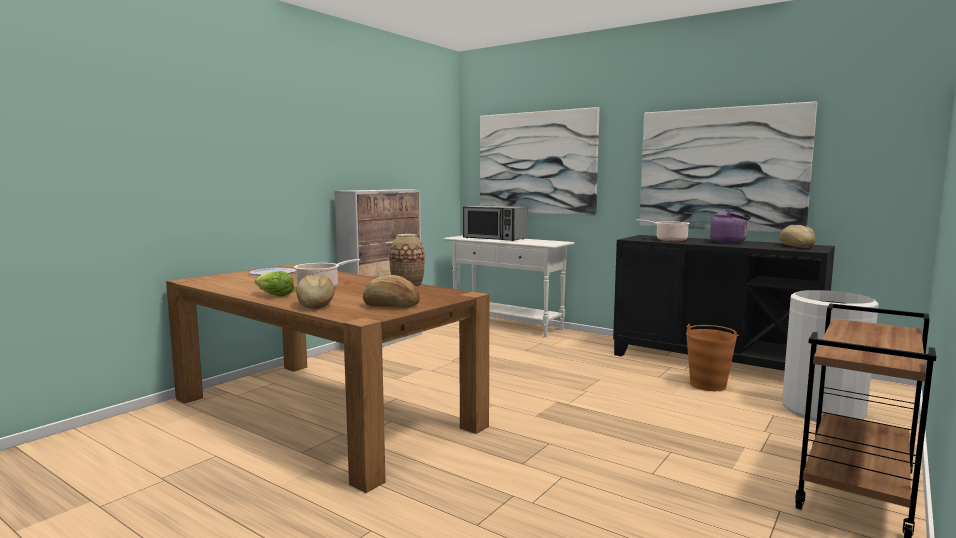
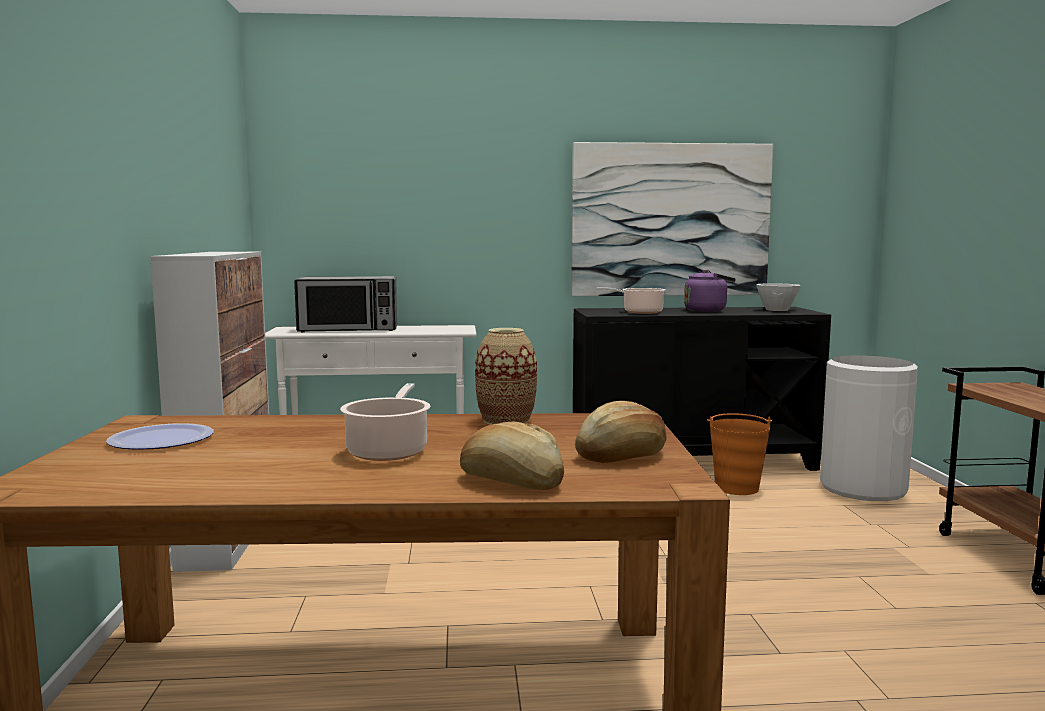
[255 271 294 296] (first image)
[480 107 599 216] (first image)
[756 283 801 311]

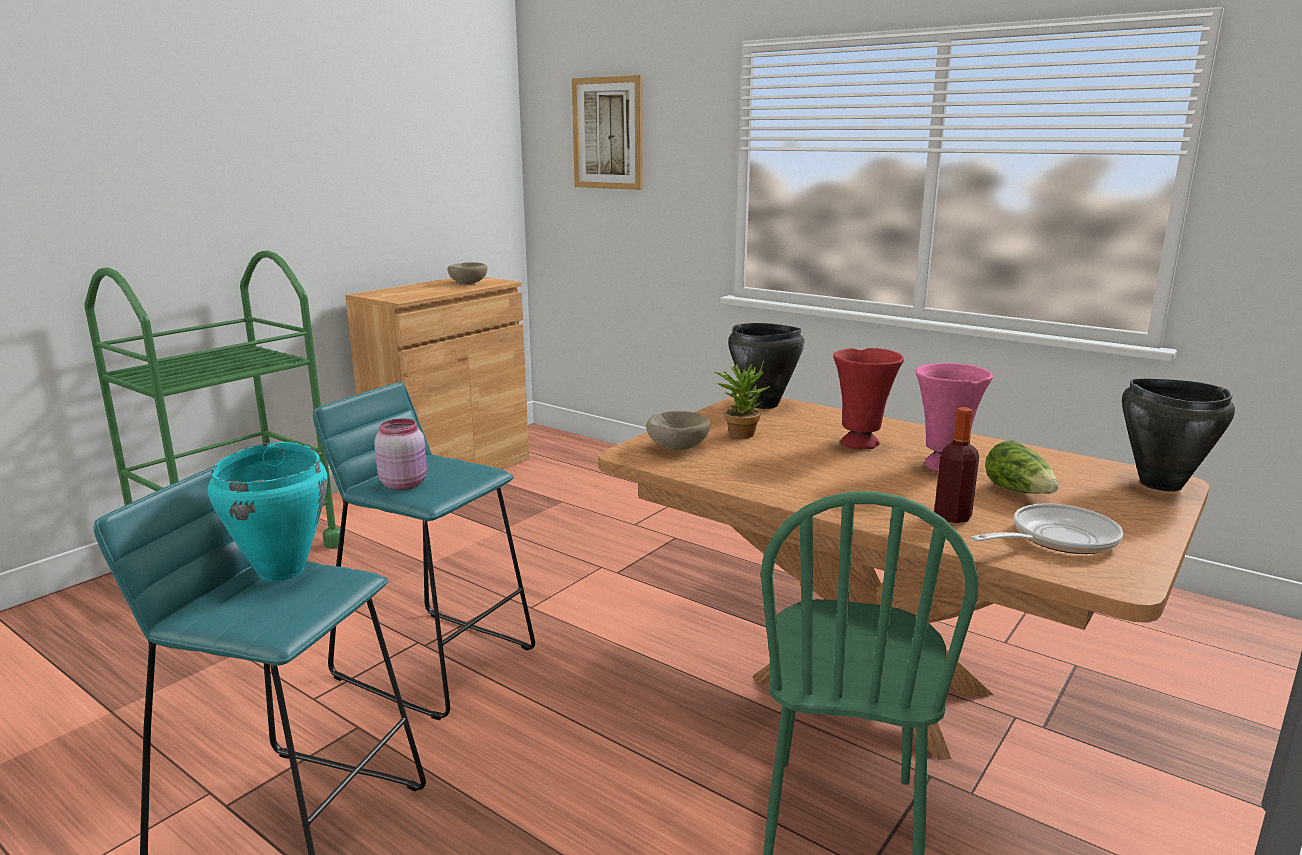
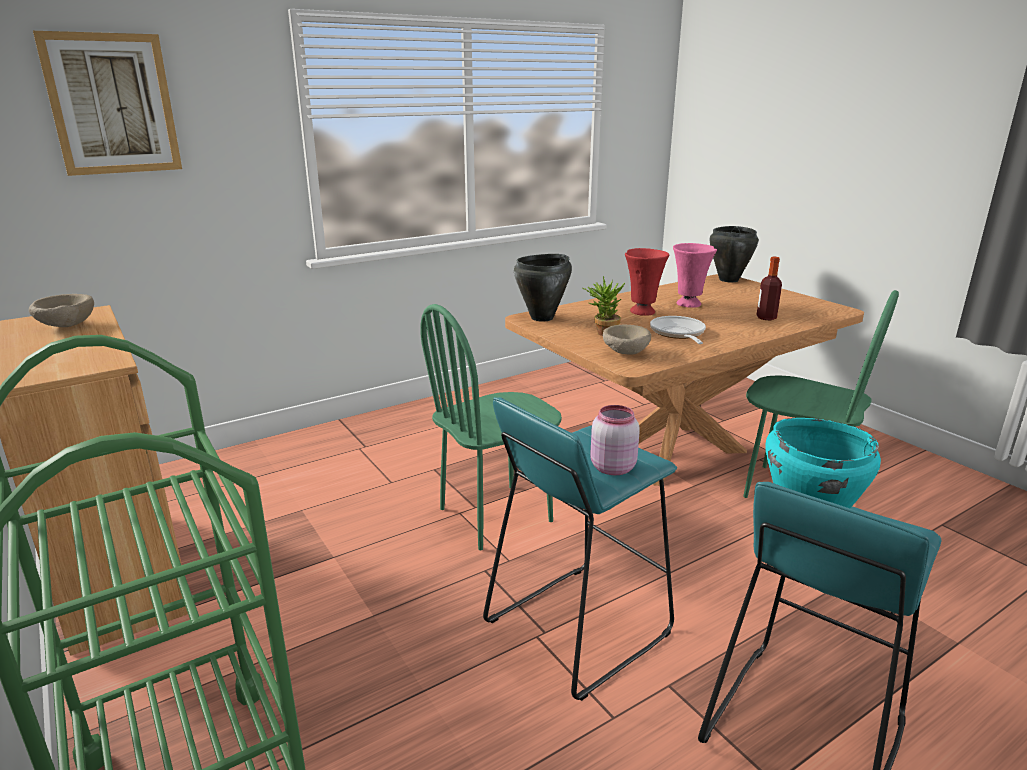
[985 440 1059 494] (first image)
[420 304 562 550]
[650 316 706 344]

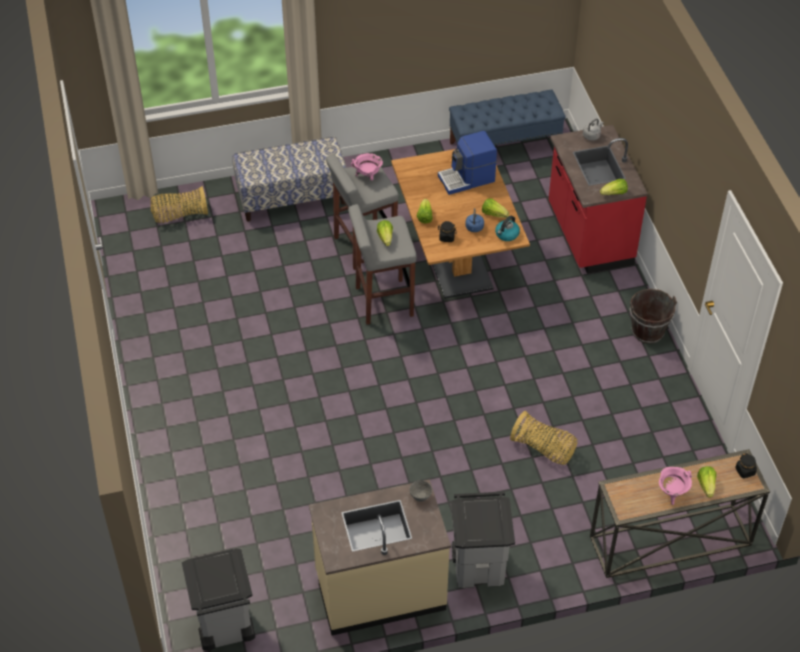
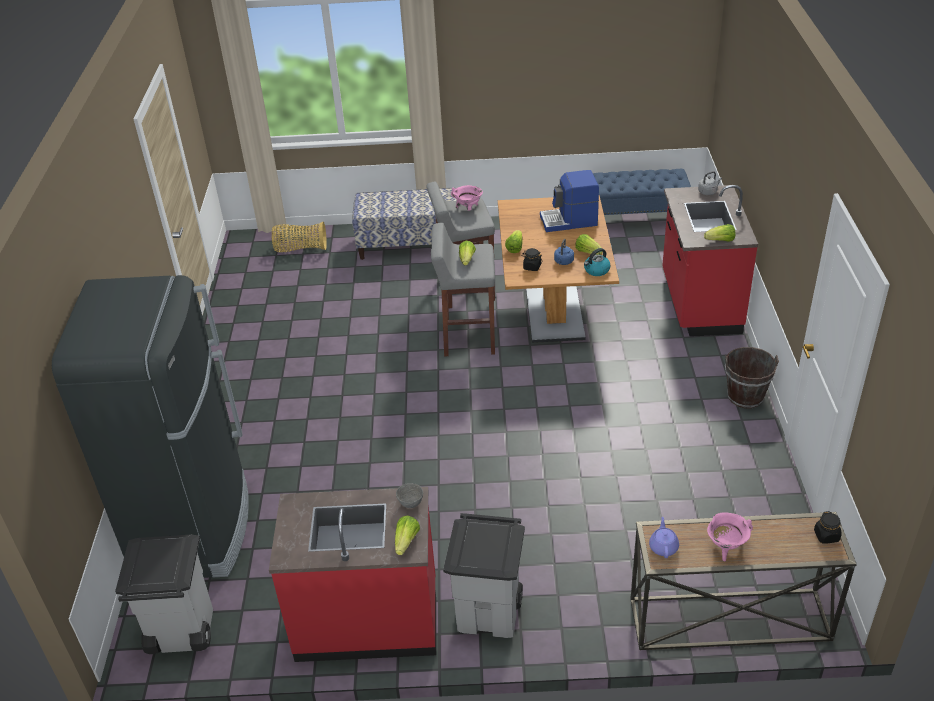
[510 411 578 465] (first image)
[52 275 249 578]
[649 517 679 558]
[395 516 420 555]
[269 487 436 662]

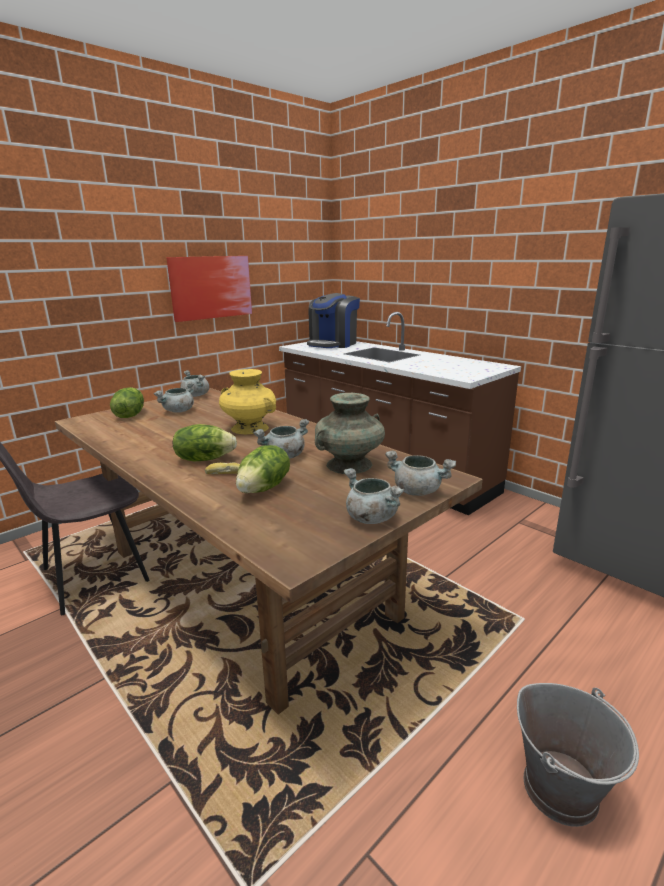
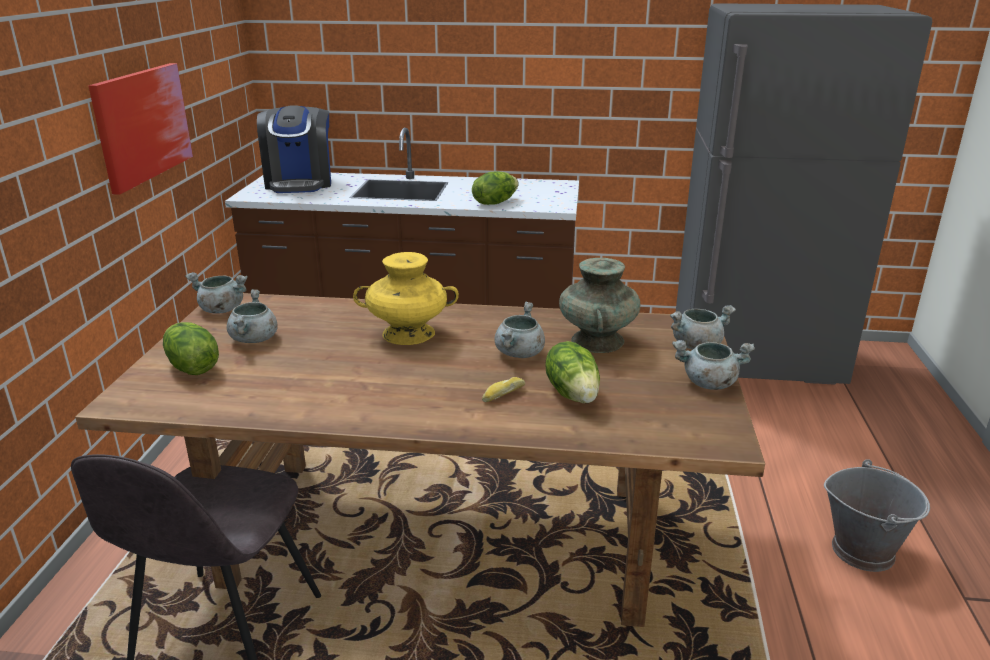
[472 171 519 205]

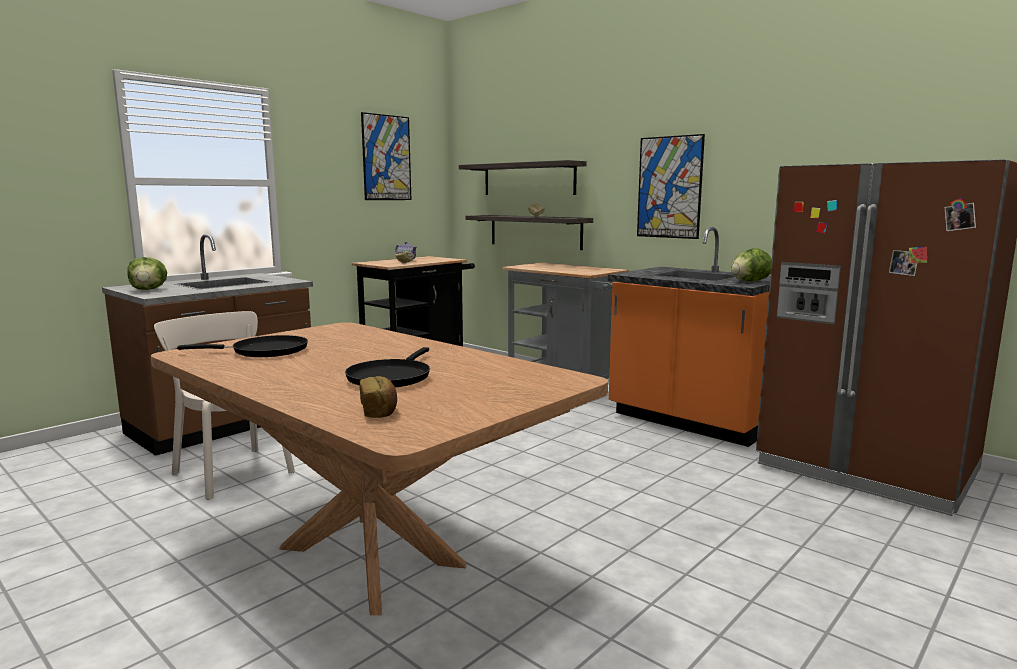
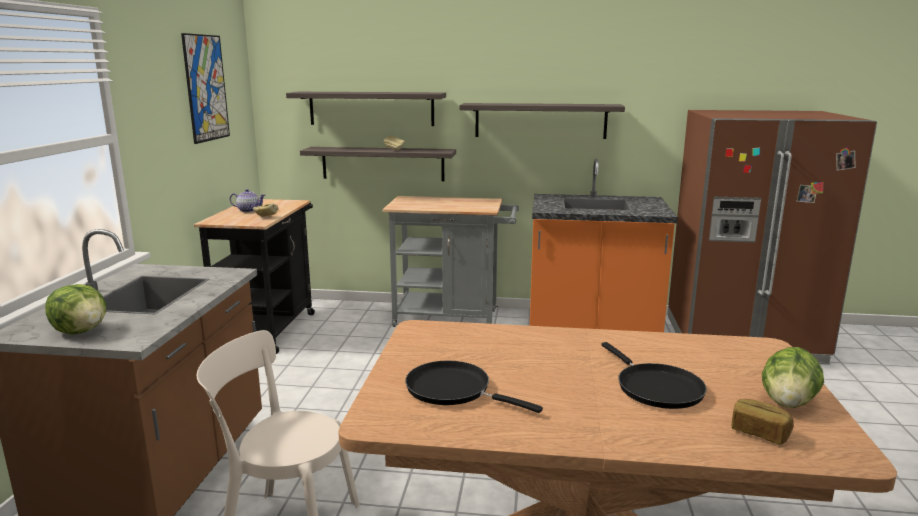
[762 347 824 408]
[459 103 625 139]
[405 361 543 413]

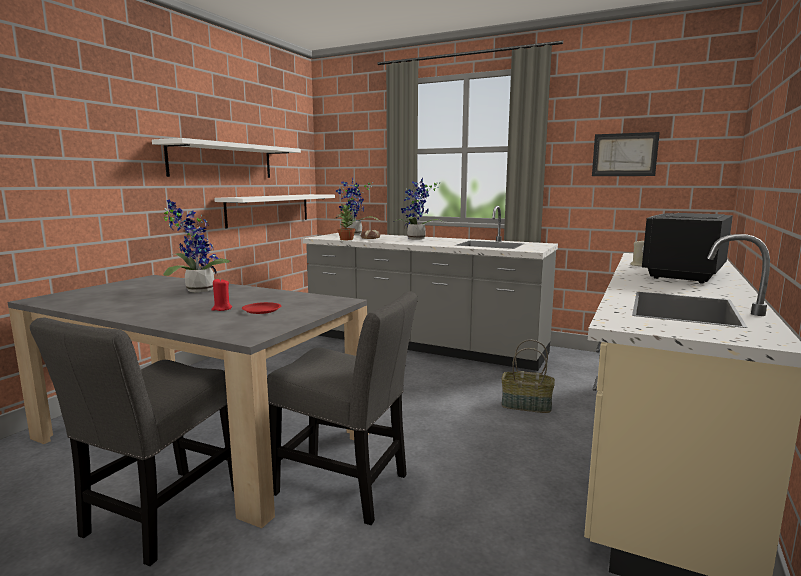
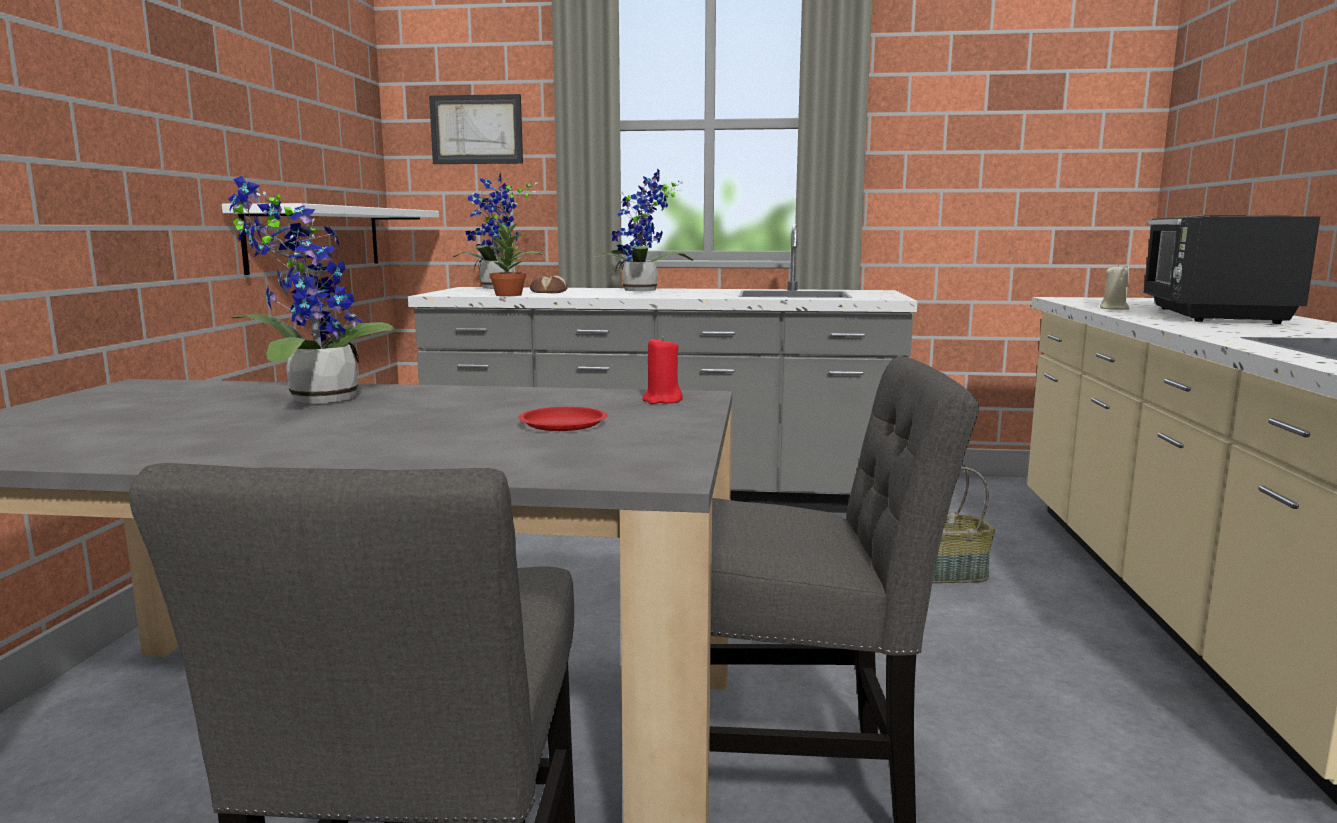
[152 138 301 178] (first image)
[642 336 683 404]
[429 94 523 164]

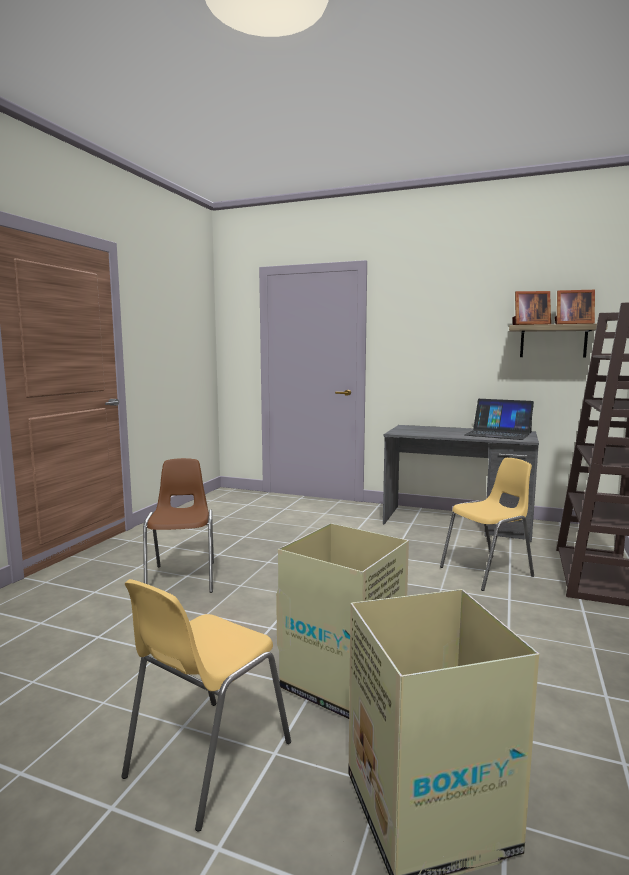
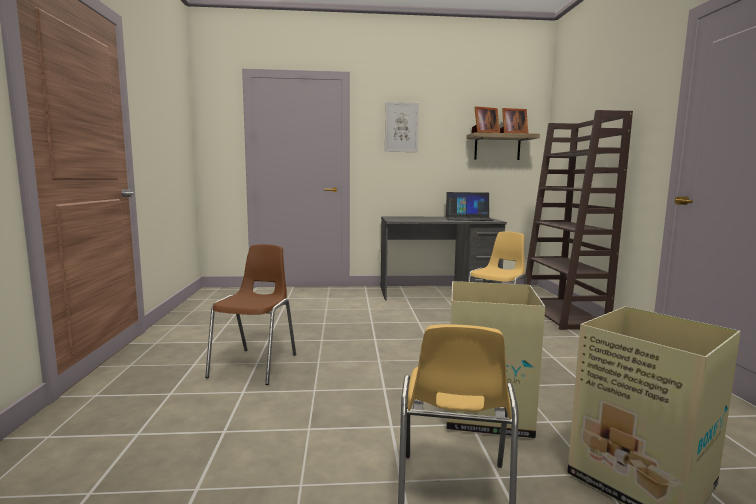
[385 102 419 152]
[205 244 296 385]

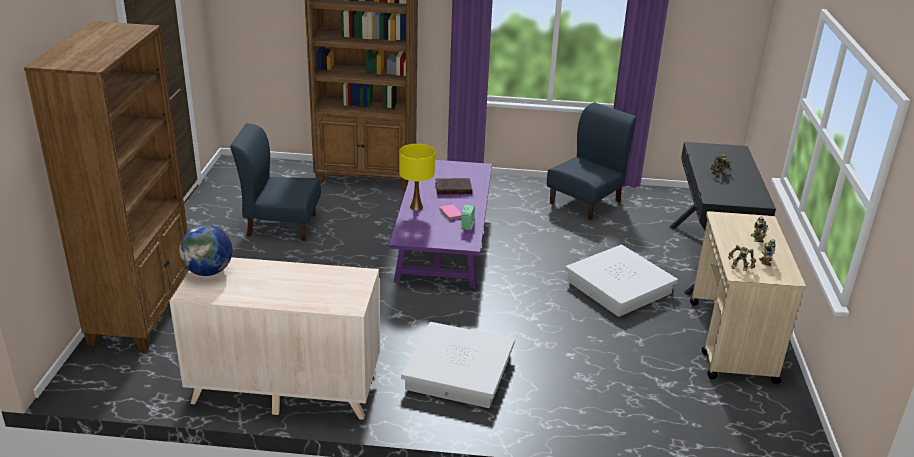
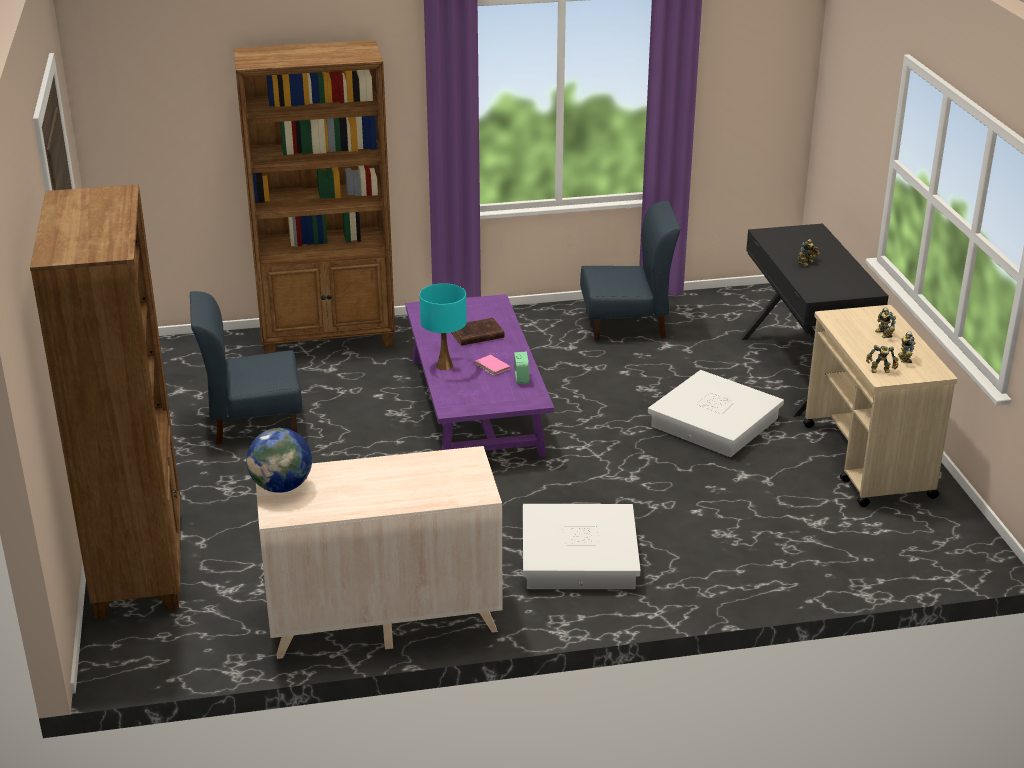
[420 283 467 370]
[580 201 681 340]

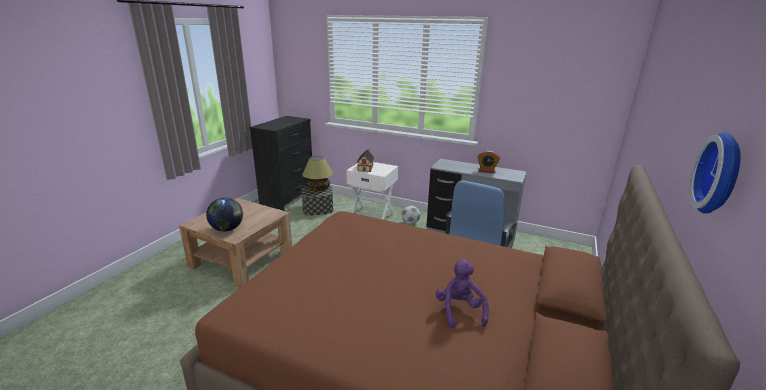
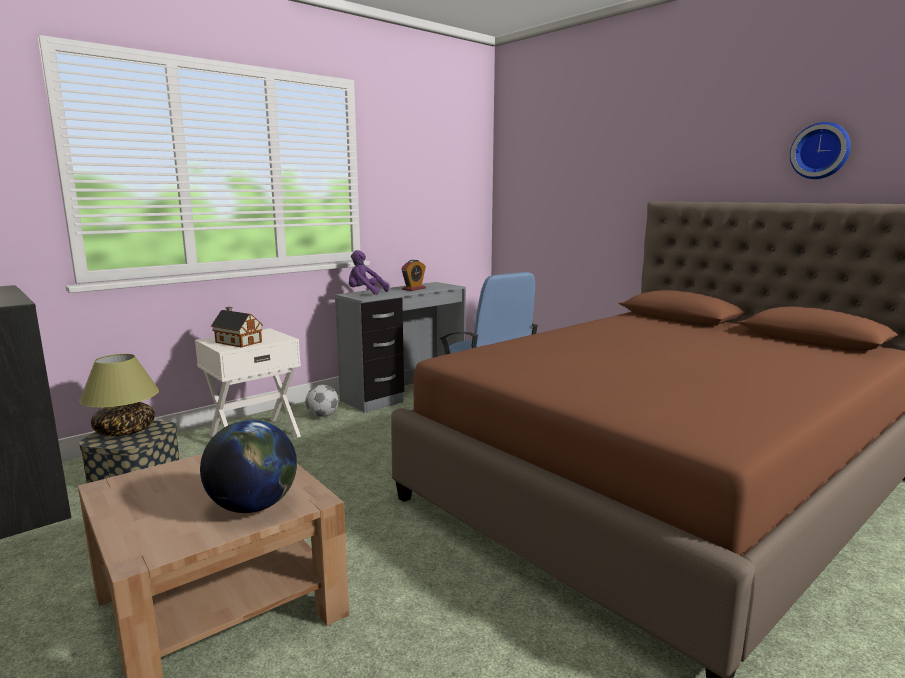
[349 250 389 294]

